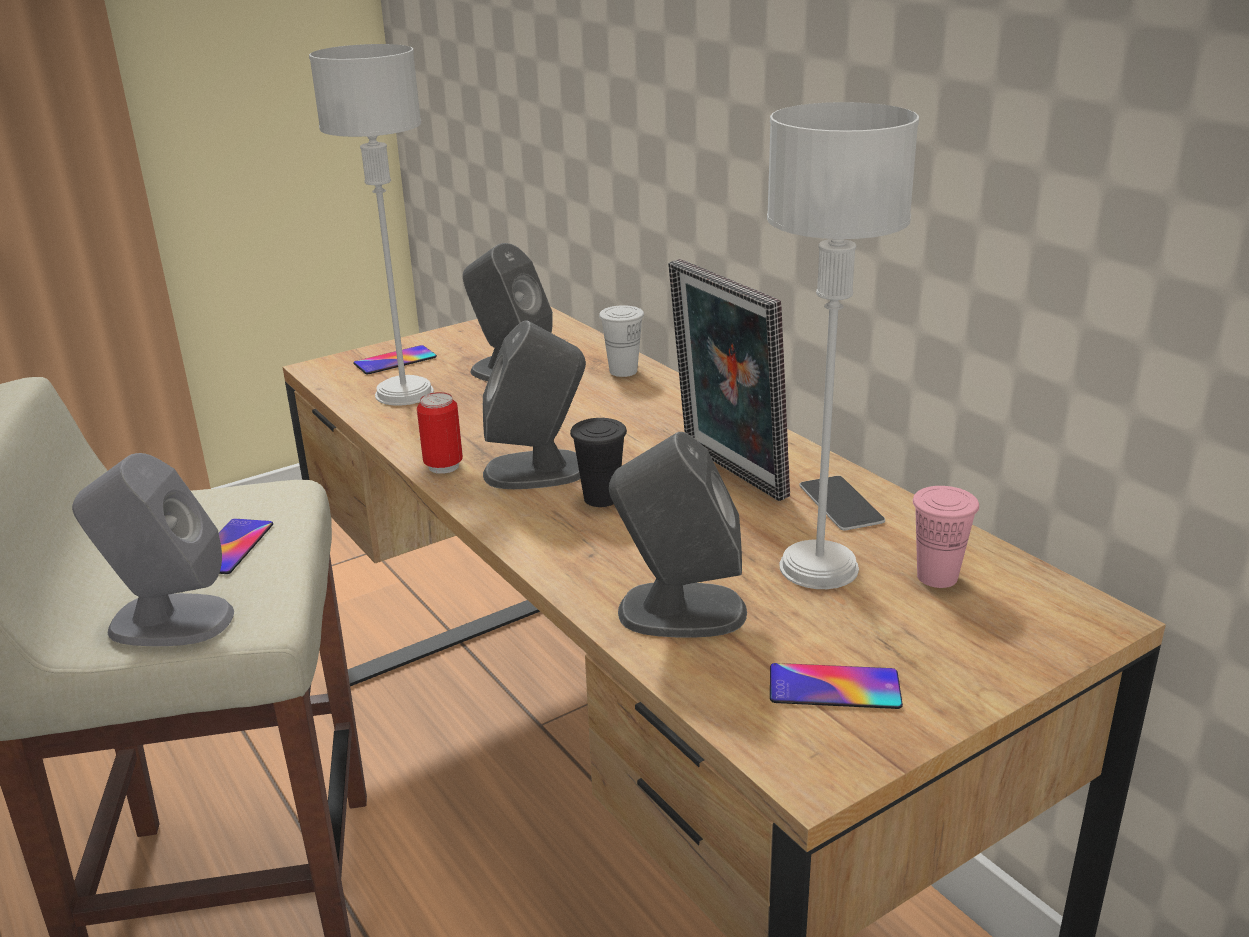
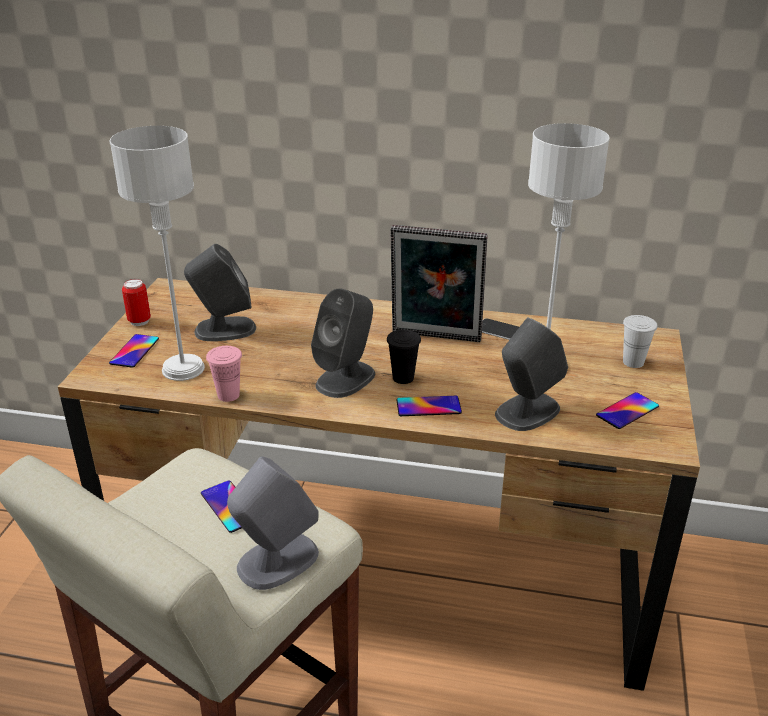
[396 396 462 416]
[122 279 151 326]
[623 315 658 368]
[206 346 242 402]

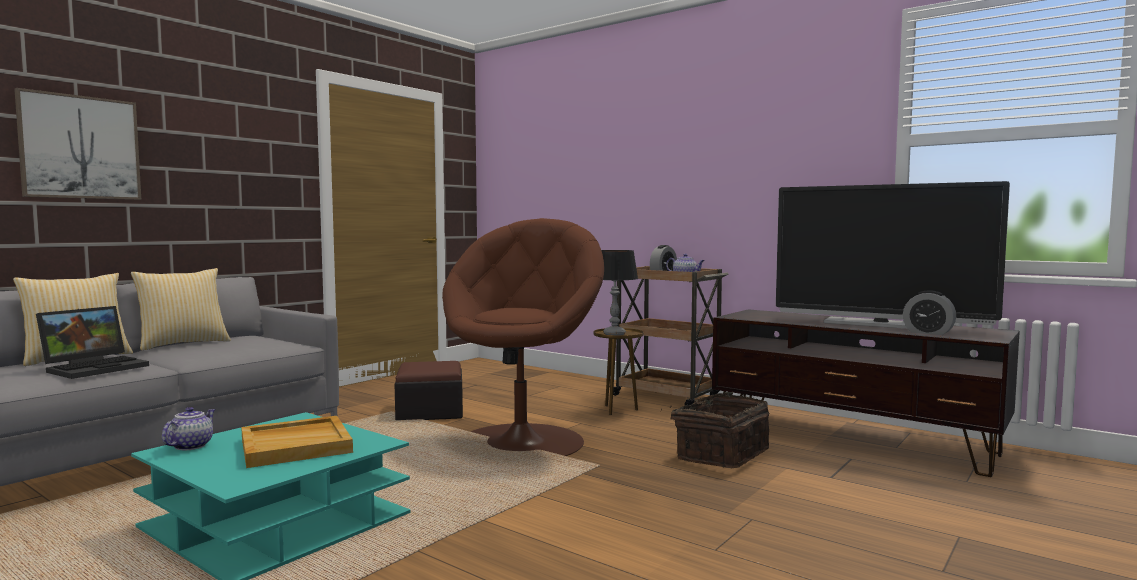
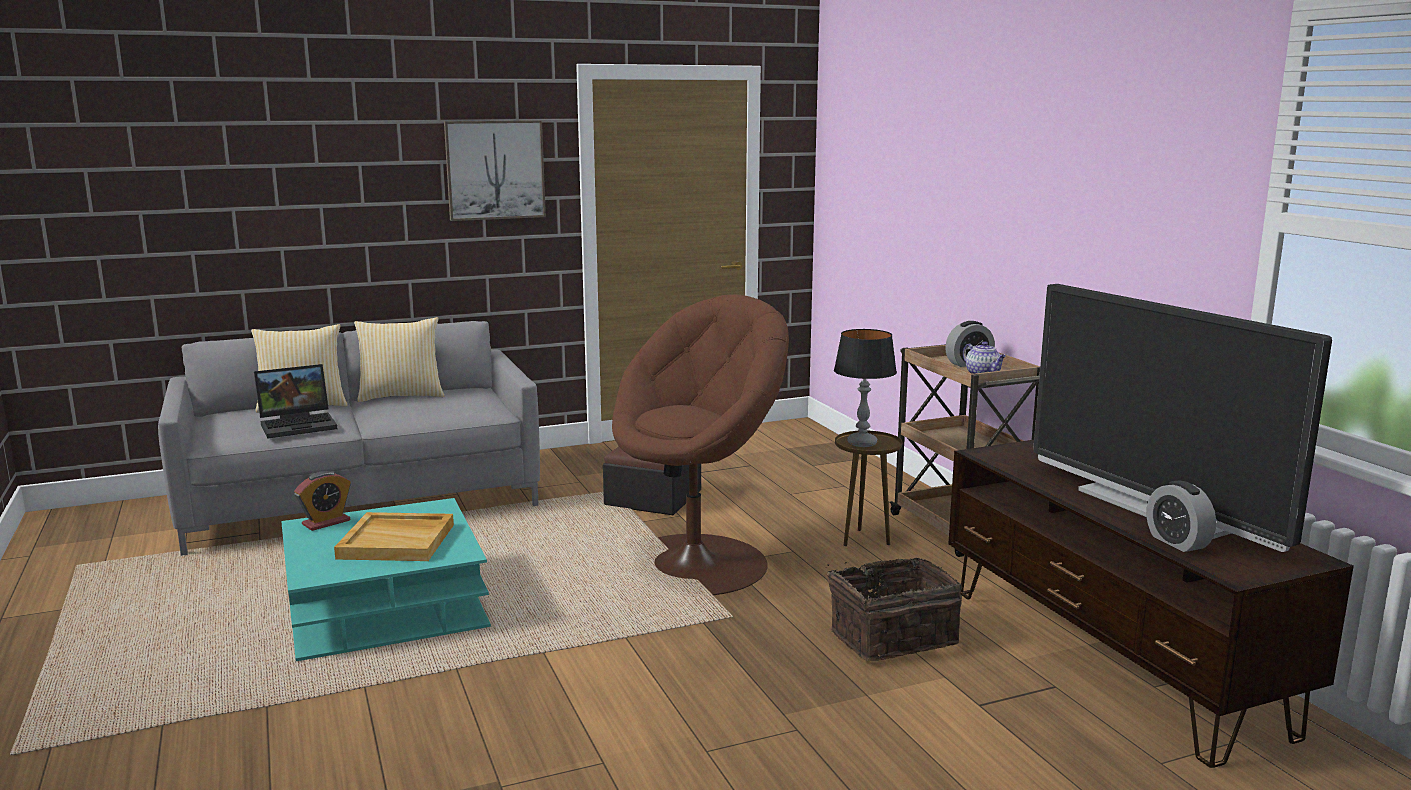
[444 120 546 221]
[294 471 351 531]

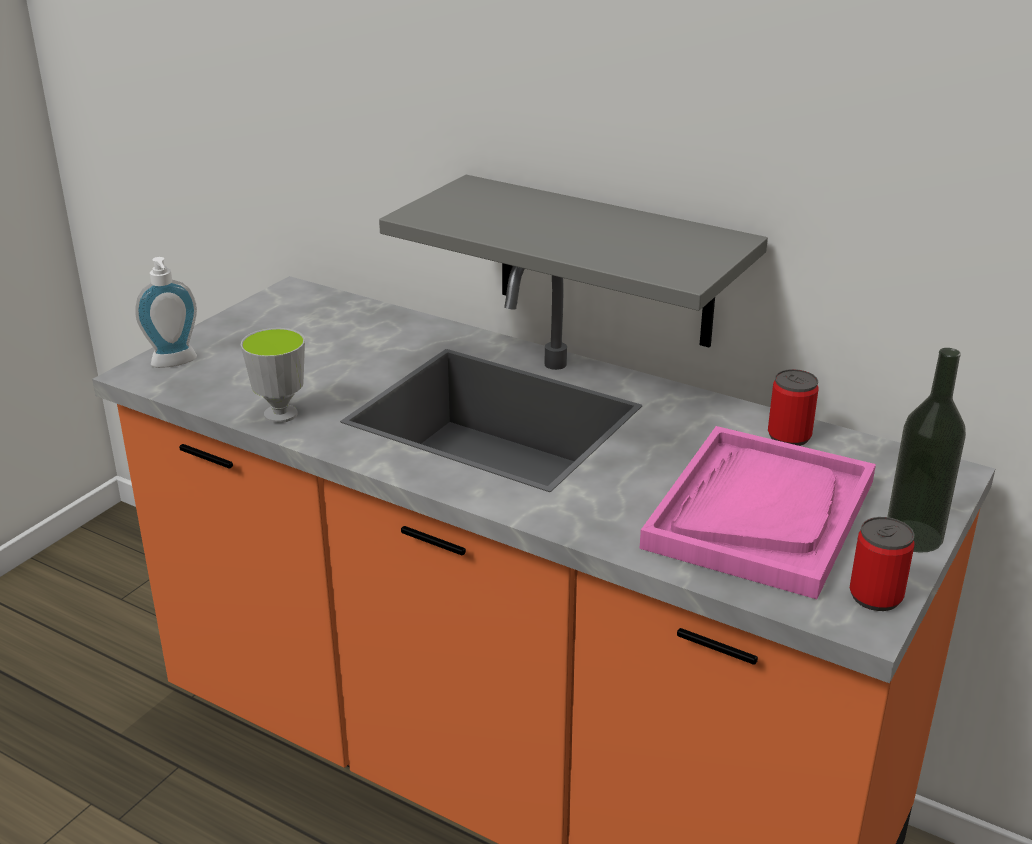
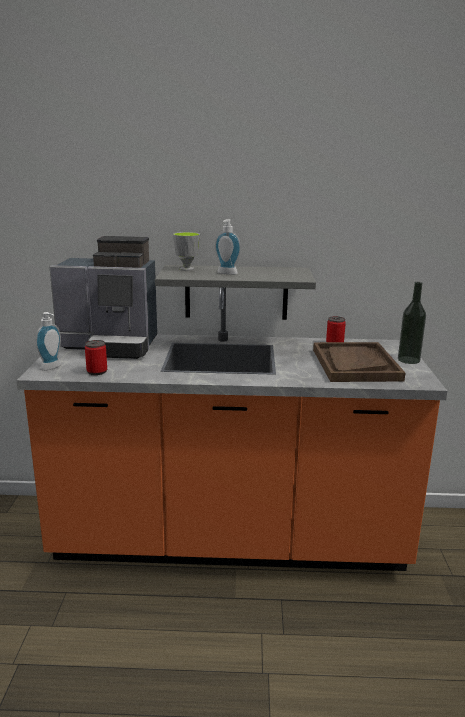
[49 236 157 359]
[215 220 241 275]
[173 232 200 271]
[85 340 107 375]
[313 342 405 382]

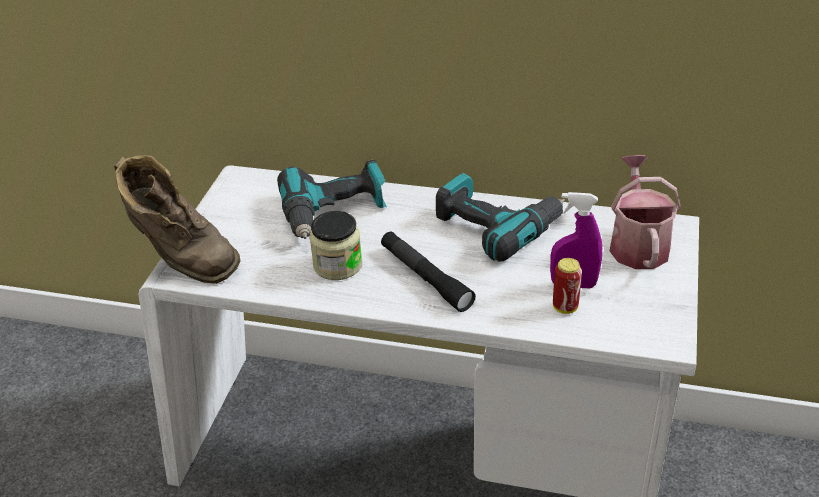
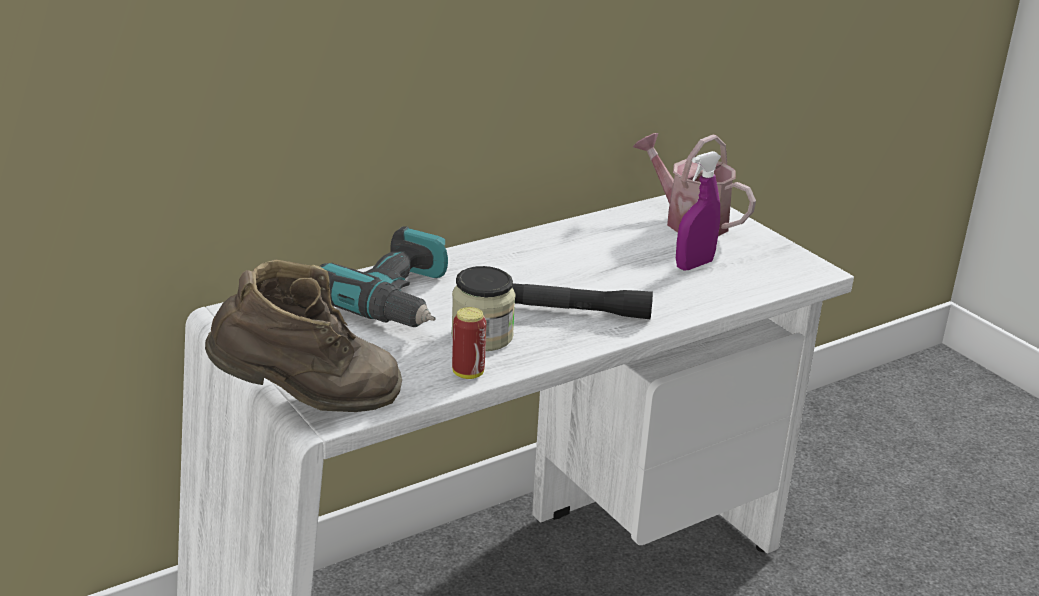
[436 173 565 262] (first image)
[452 307 487 379]

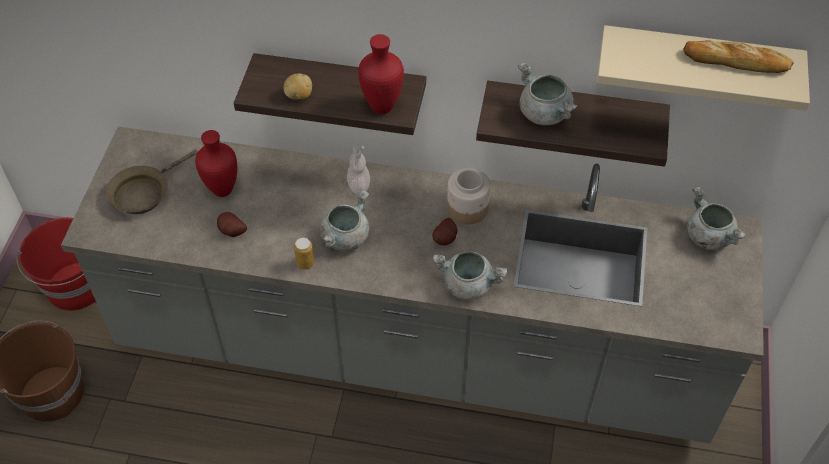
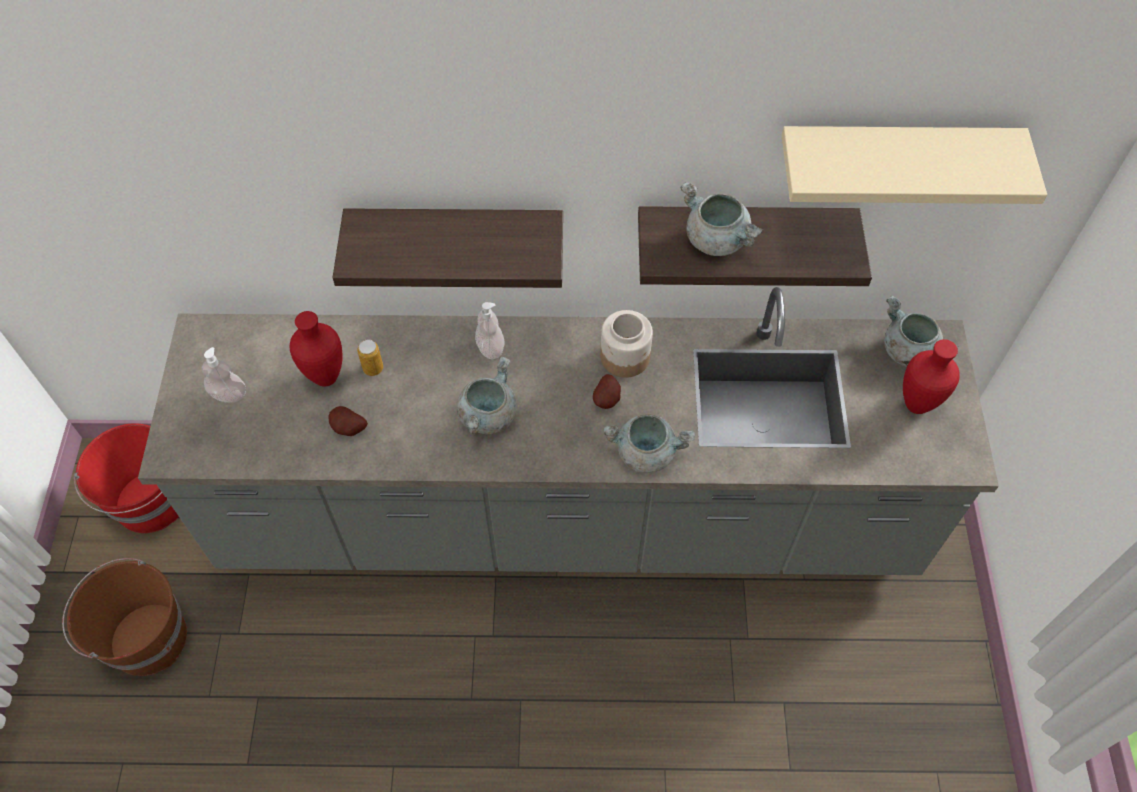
[284 74 312 99] (first image)
[684 40 794 73] (first image)
[357 340 383 376]
[903 339 960 414]
[202 347 246 403]

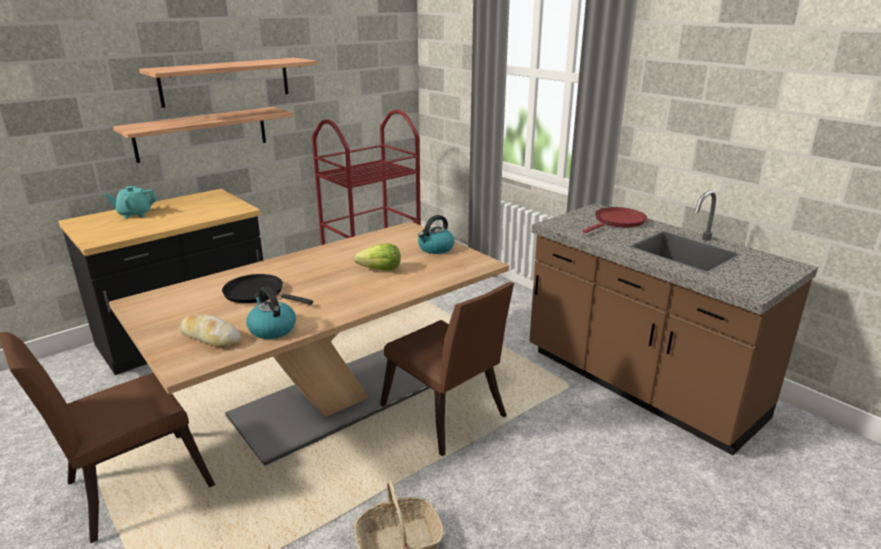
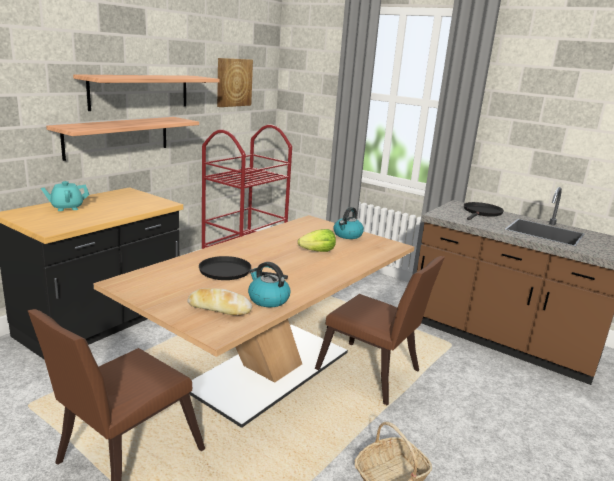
[217 58 253 107]
[464 202 504 220]

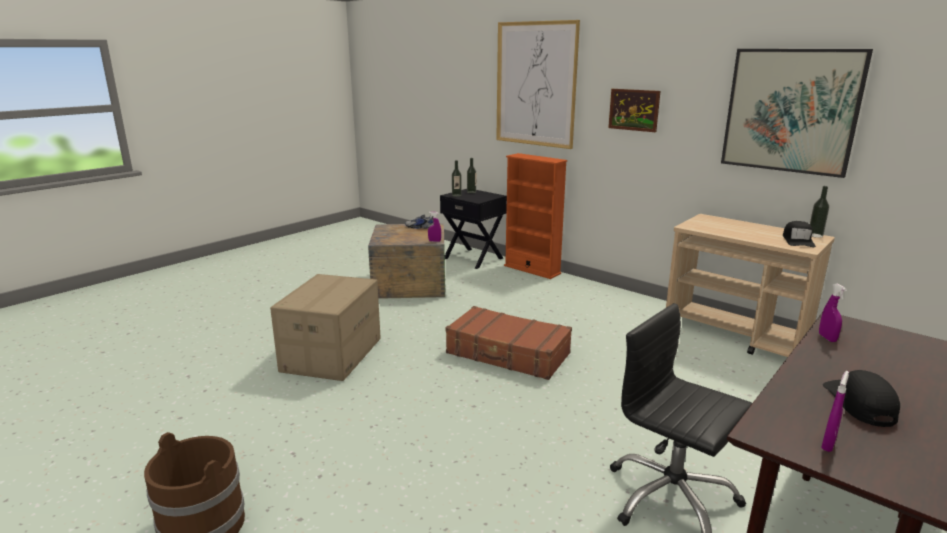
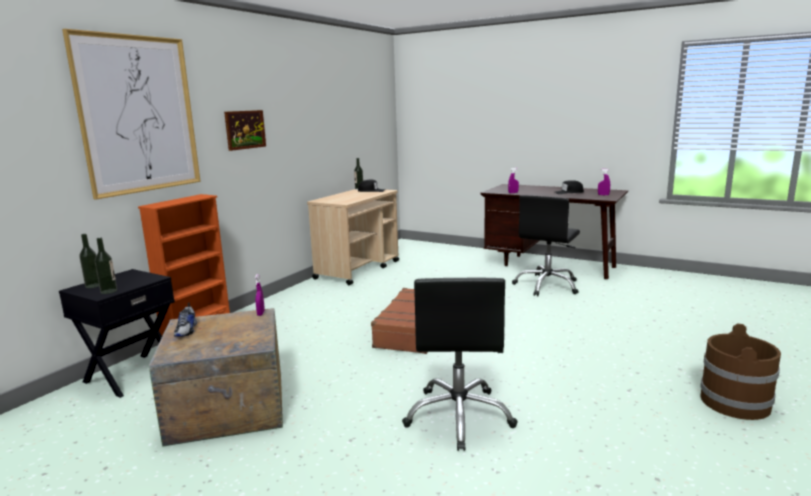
[721 49 873 178] (first image)
[402 278 518 451]

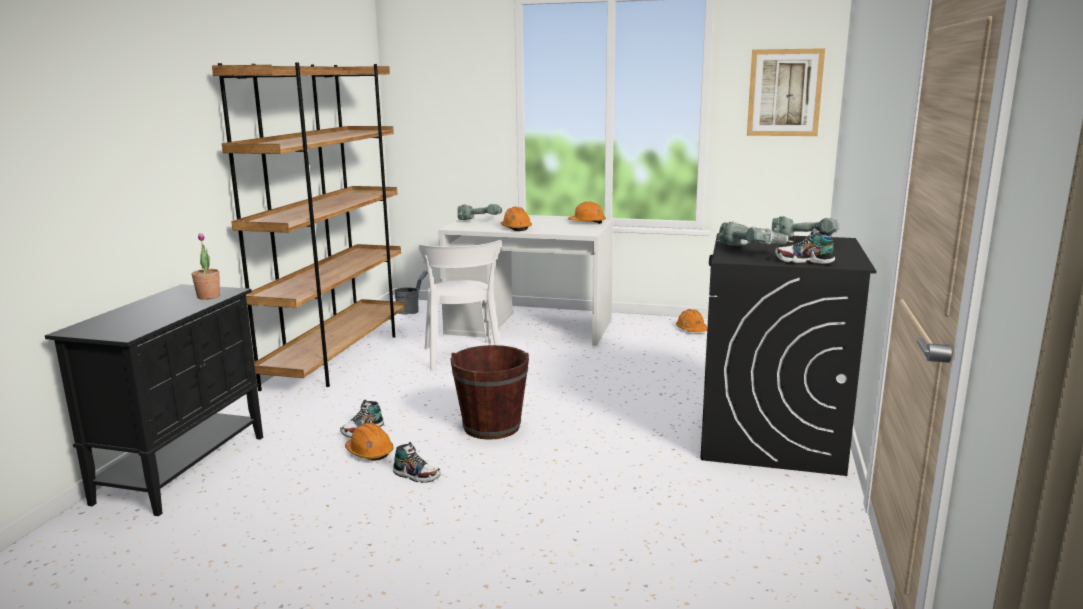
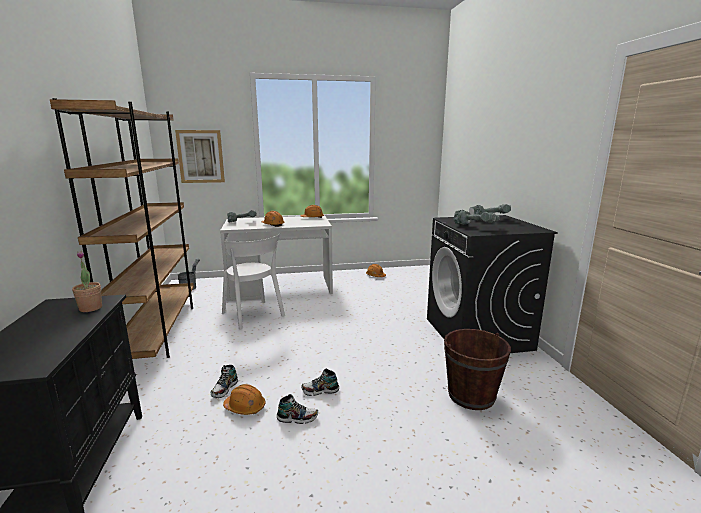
[444 329 511 410]
[175 130 225 183]
[301 369 339 396]

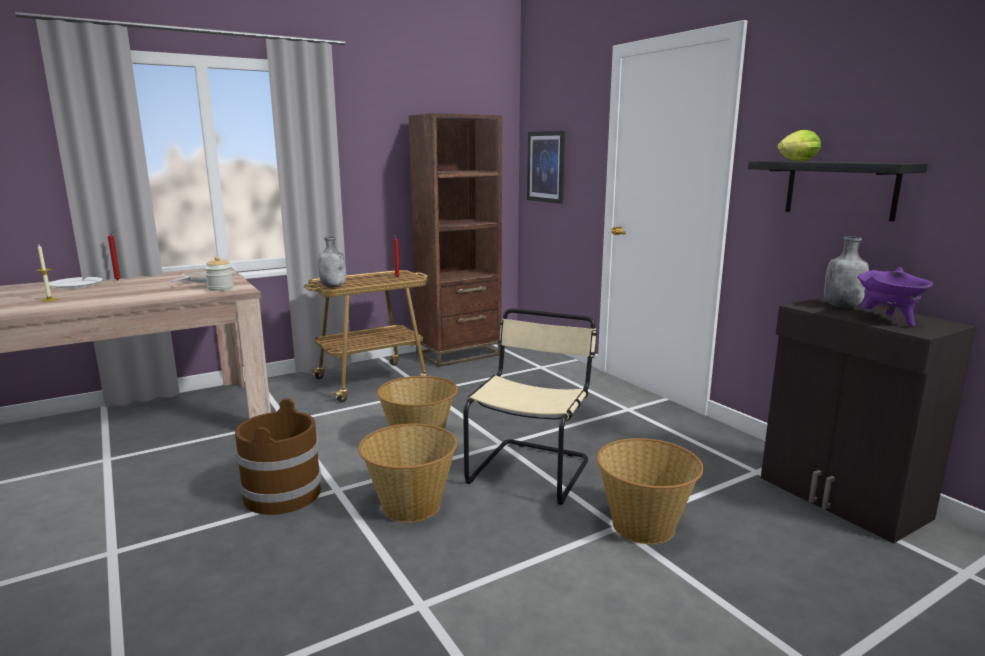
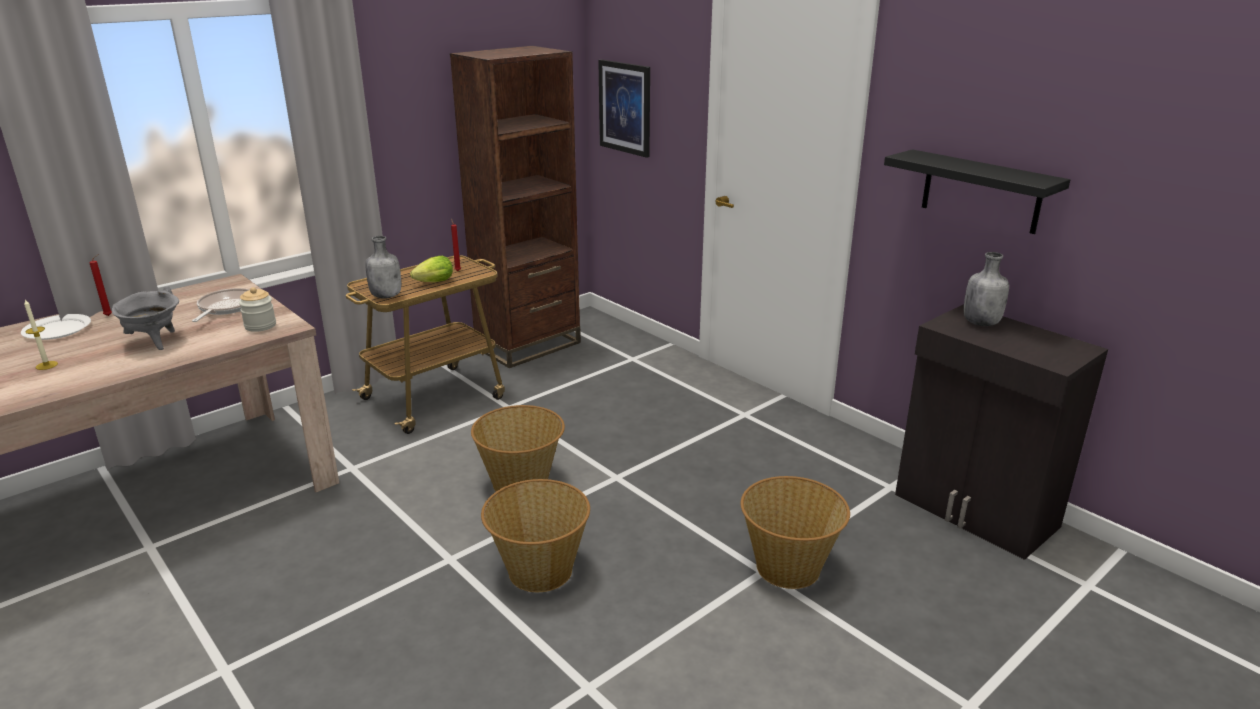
[235 398 321 515] (first image)
[463 308 597 505] (first image)
[857 267 933 327] (first image)
[112 286 179 350]
[410 256 453 282]

